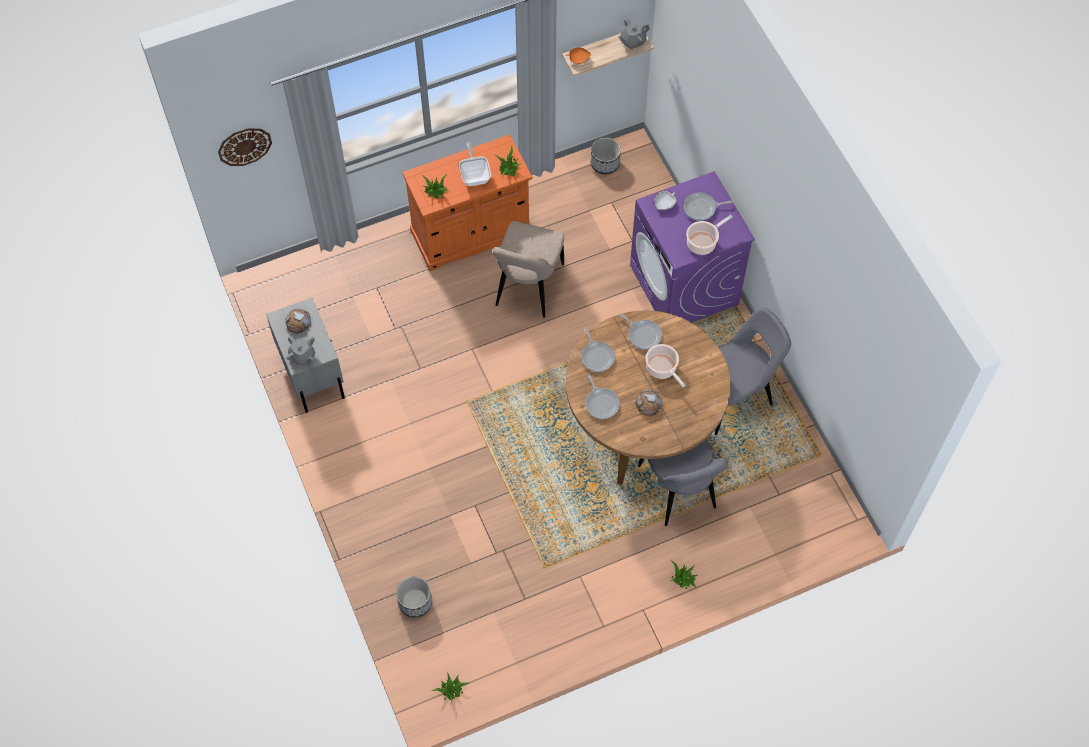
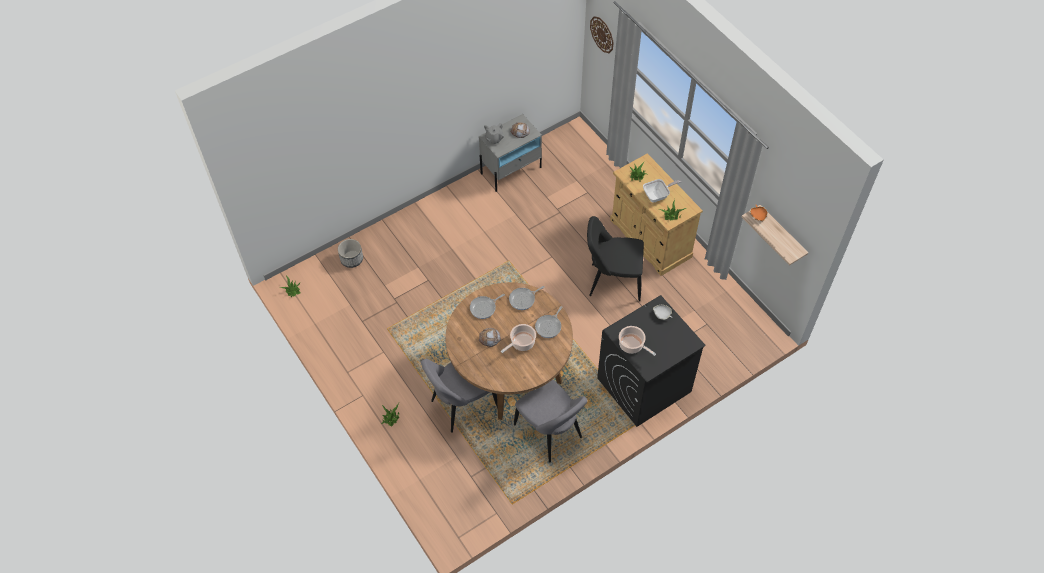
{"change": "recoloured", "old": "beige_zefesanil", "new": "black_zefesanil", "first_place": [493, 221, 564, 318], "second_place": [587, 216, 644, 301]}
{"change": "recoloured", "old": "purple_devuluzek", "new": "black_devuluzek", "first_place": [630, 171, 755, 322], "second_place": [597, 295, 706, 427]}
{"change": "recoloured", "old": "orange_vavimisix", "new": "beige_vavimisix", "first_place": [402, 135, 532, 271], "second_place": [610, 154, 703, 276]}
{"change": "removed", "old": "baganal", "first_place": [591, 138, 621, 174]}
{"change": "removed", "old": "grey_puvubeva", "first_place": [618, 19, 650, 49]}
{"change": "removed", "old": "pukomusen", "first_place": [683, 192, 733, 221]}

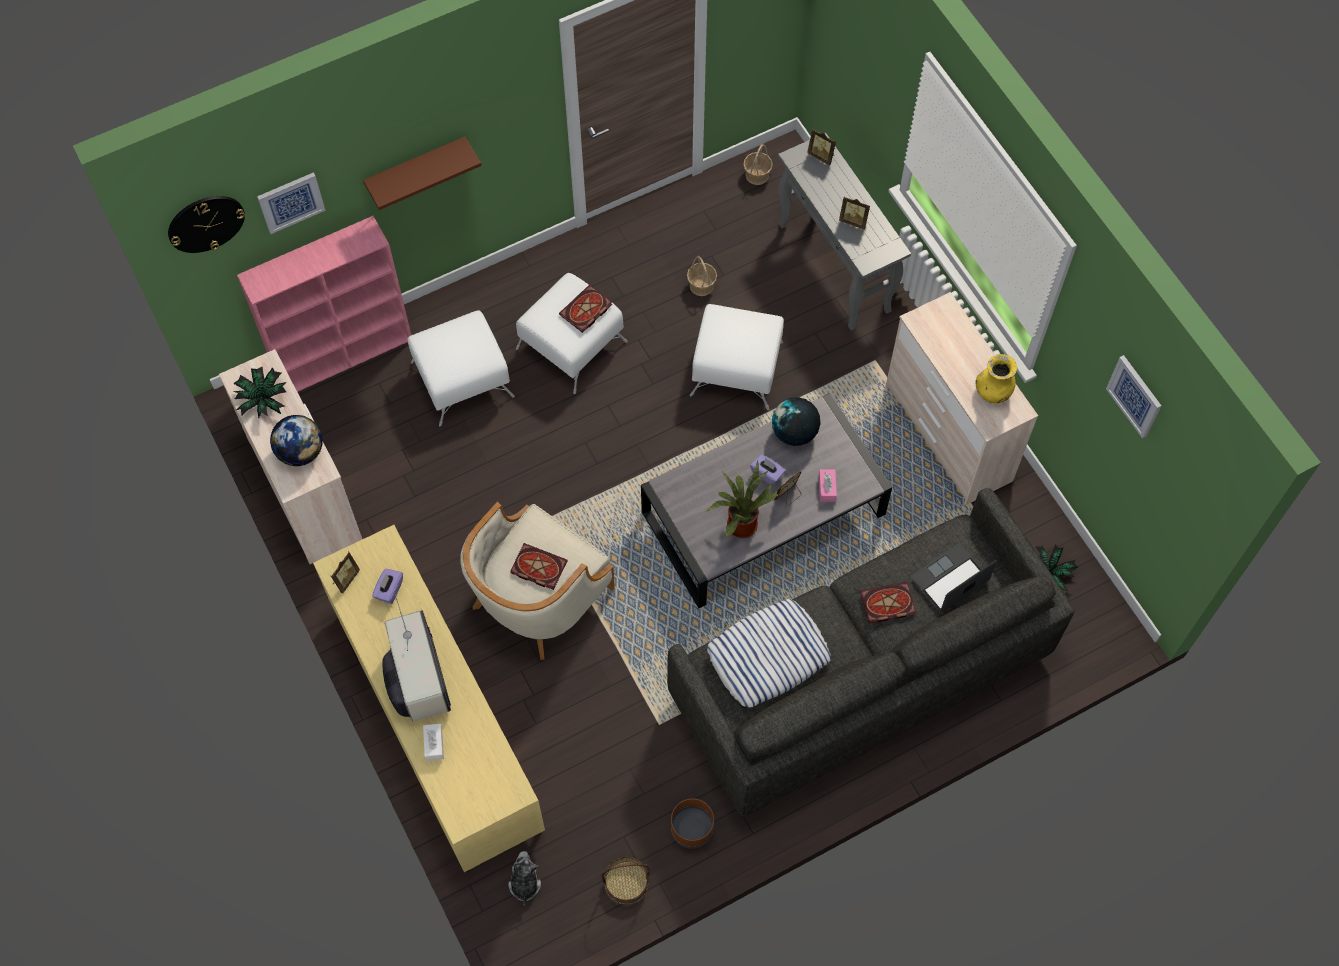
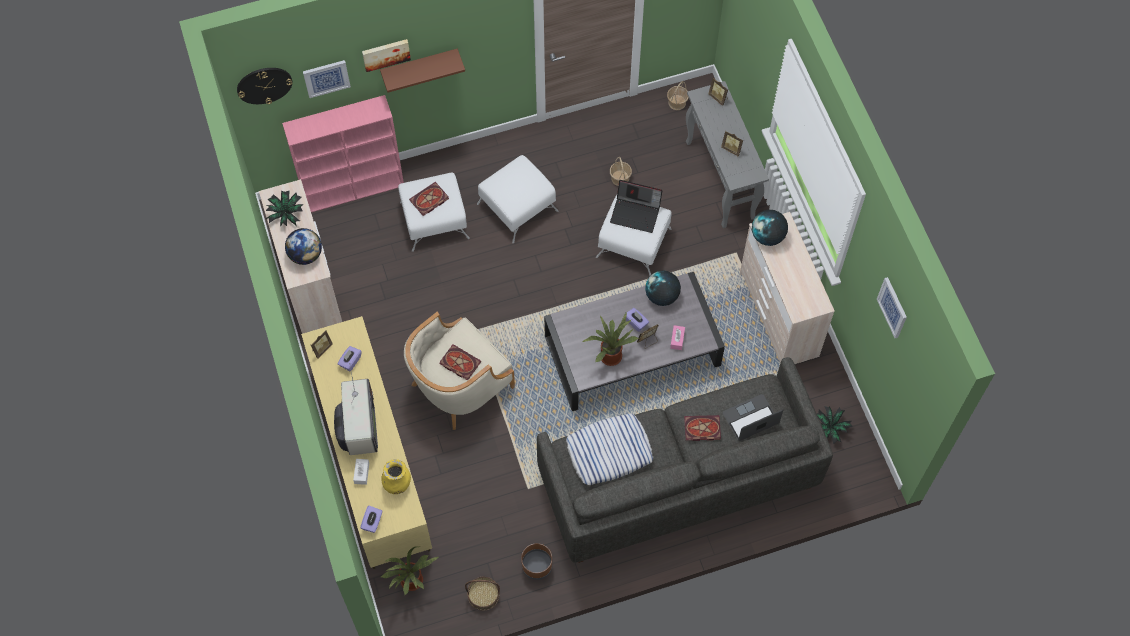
{"change": "added", "new": "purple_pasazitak", "second_place": [360, 506, 382, 533]}
{"change": "added", "new": "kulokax", "second_place": [362, 39, 411, 72]}
{"change": "moved", "old": "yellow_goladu", "first_place": [975, 354, 1017, 404], "second_place": [381, 459, 411, 494]}
{"change": "replaced", "old": "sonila", "new": "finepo", "first_place": [508, 851, 541, 906], "second_place": [381, 546, 439, 595]}
{"change": "moved", "old": "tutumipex", "first_place": [559, 285, 612, 333], "second_place": [409, 182, 449, 216]}
{"change": "added", "new": "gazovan", "second_place": [610, 180, 662, 233]}
{"change": "added", "new": "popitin", "second_place": [752, 210, 788, 246]}

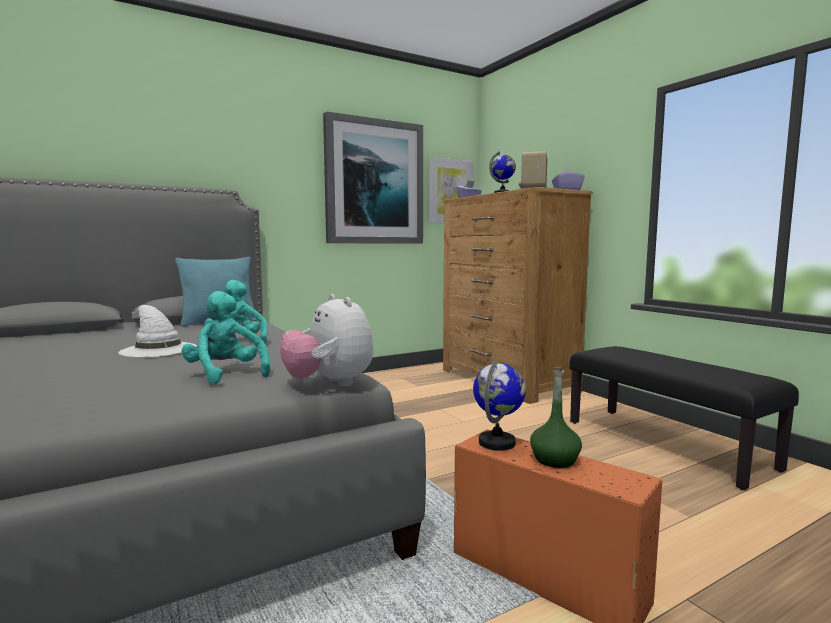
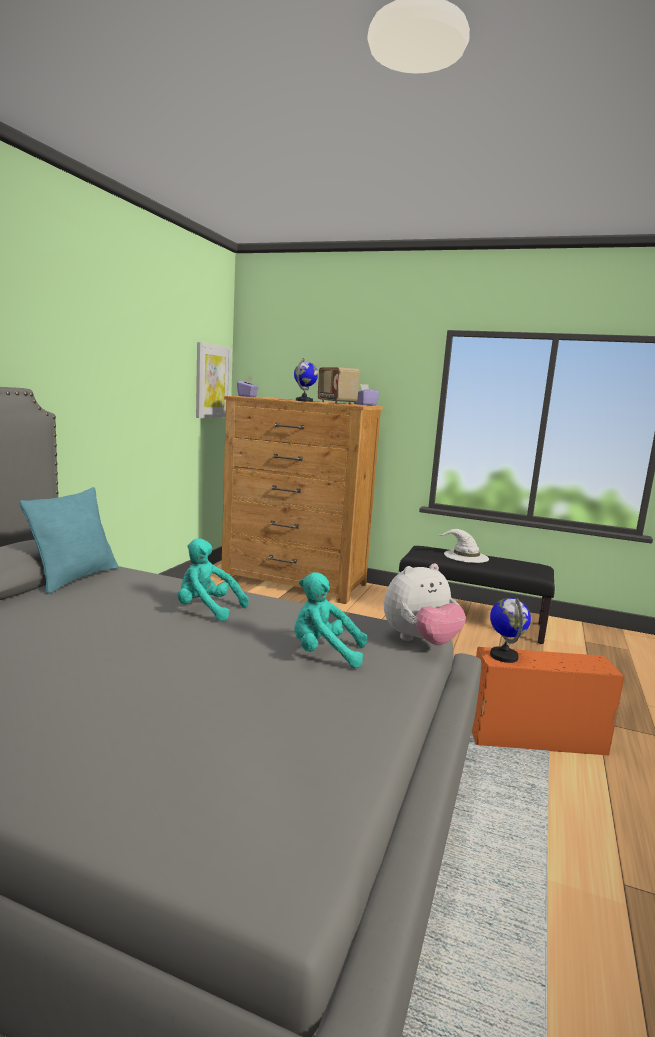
{"change": "turned", "old": "sonila", "first_place": [280, 294, 373, 386], "second_place": [384, 563, 466, 645], "degrees": -45}
{"change": "moved", "old": "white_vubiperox", "first_place": [118, 305, 197, 357], "second_place": [437, 529, 489, 563]}
{"change": "removed", "old": "kulokax", "first_place": [323, 111, 423, 243]}
{"change": "removed", "old": "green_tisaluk", "first_place": [530, 367, 582, 468]}

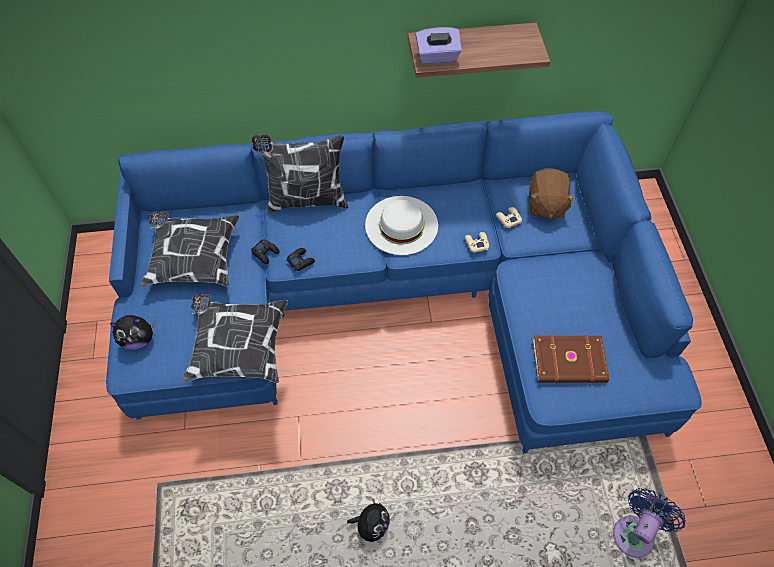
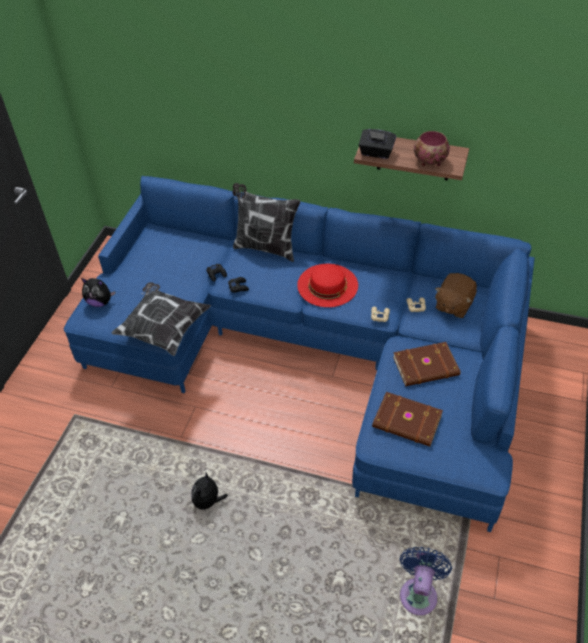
{"change": "turned", "old": "sonila", "first_place": [347, 499, 390, 542], "second_place": [191, 473, 228, 510], "degrees": 150}
{"change": "recoloured", "old": "white_vubiperox", "new": "red_vubiperox", "first_place": [365, 196, 438, 255], "second_place": [297, 264, 358, 307]}
{"change": "recoloured", "old": "purple_pasazitak", "new": "black_pasazitak", "first_place": [416, 27, 462, 65], "second_place": [359, 129, 396, 159]}
{"change": "added", "new": "brown_tutumipex", "second_place": [393, 342, 461, 386]}
{"change": "turned", "old": "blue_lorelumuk", "first_place": [613, 488, 686, 558], "second_place": [400, 547, 452, 615], "degrees": -45}
{"change": "added", "new": "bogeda", "second_place": [414, 131, 450, 166]}
{"change": "removed", "old": "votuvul", "first_place": [140, 211, 240, 287]}

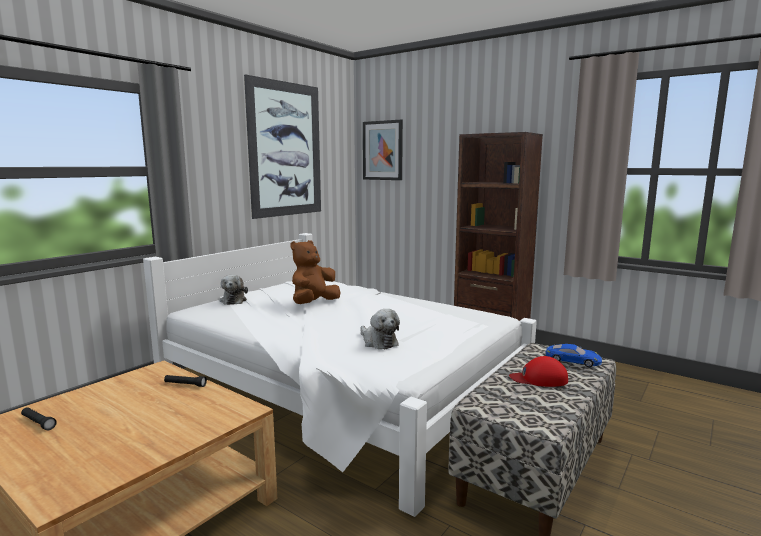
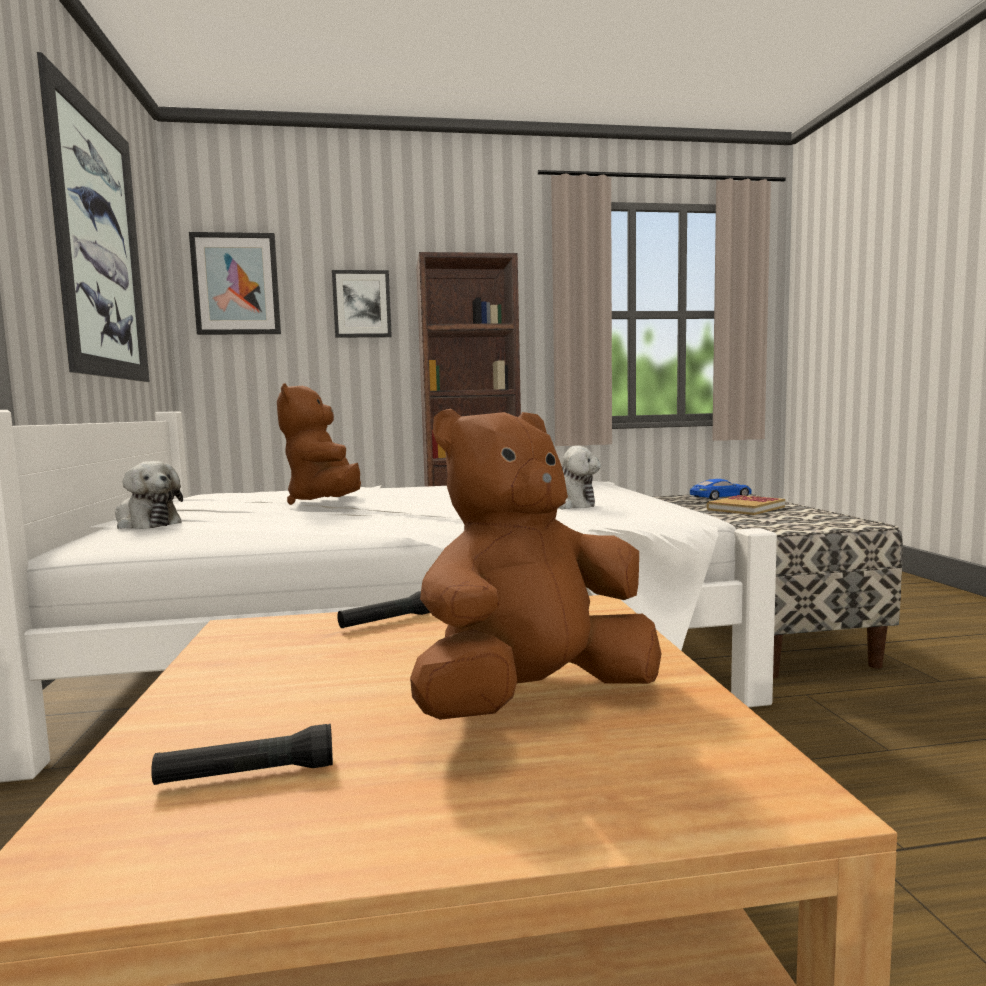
{"change": "added", "new": "kulokax", "second_place": [332, 270, 392, 338]}
{"change": "added", "new": "brown_sonila", "second_place": [410, 409, 662, 720]}
{"change": "replaced", "old": "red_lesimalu", "new": "tutumipex", "first_place": [509, 356, 568, 387], "second_place": [707, 495, 785, 515]}

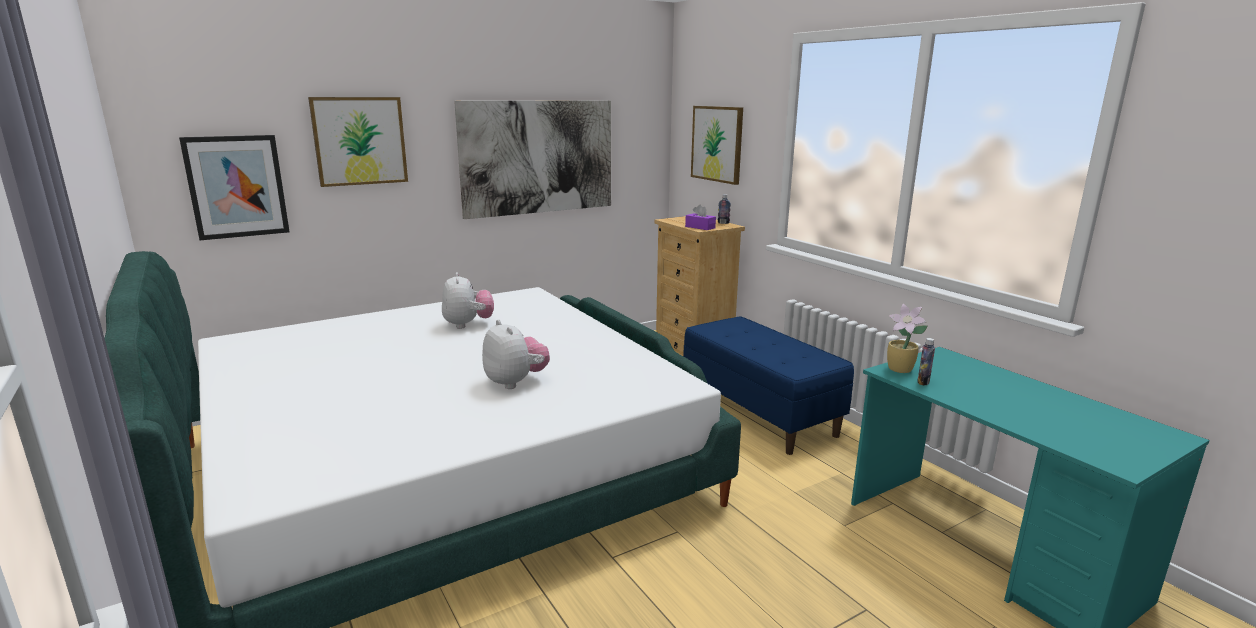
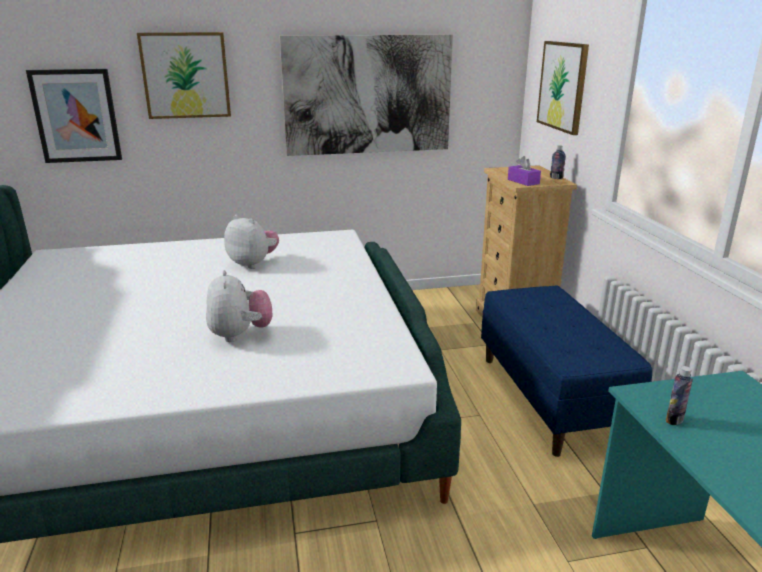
{"change": "turned", "old": "sonila", "first_place": [442, 272, 494, 329], "second_place": [224, 215, 279, 269], "degrees": -60}
{"change": "removed", "old": "finepo", "first_place": [887, 304, 928, 373]}

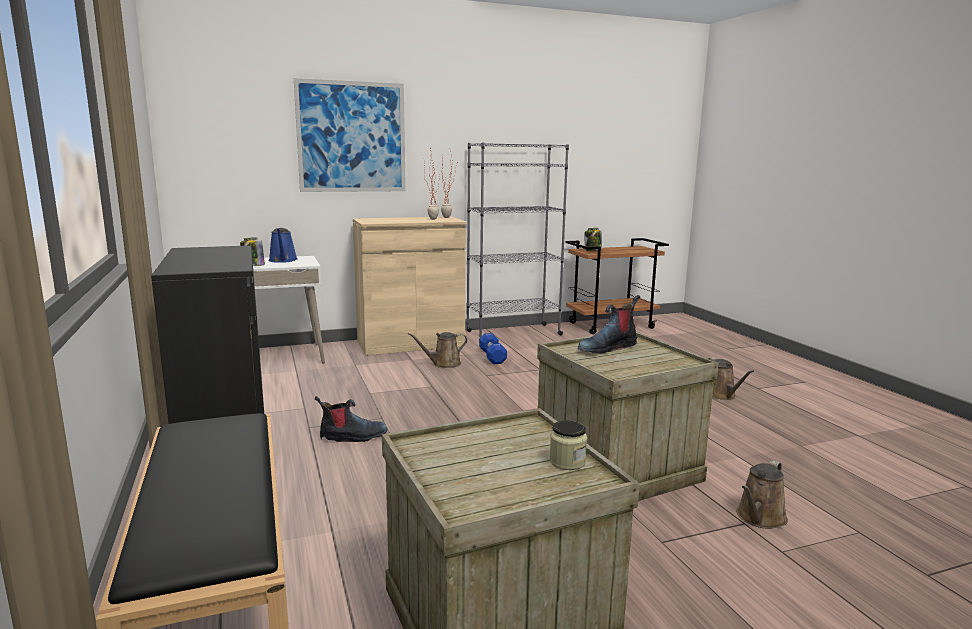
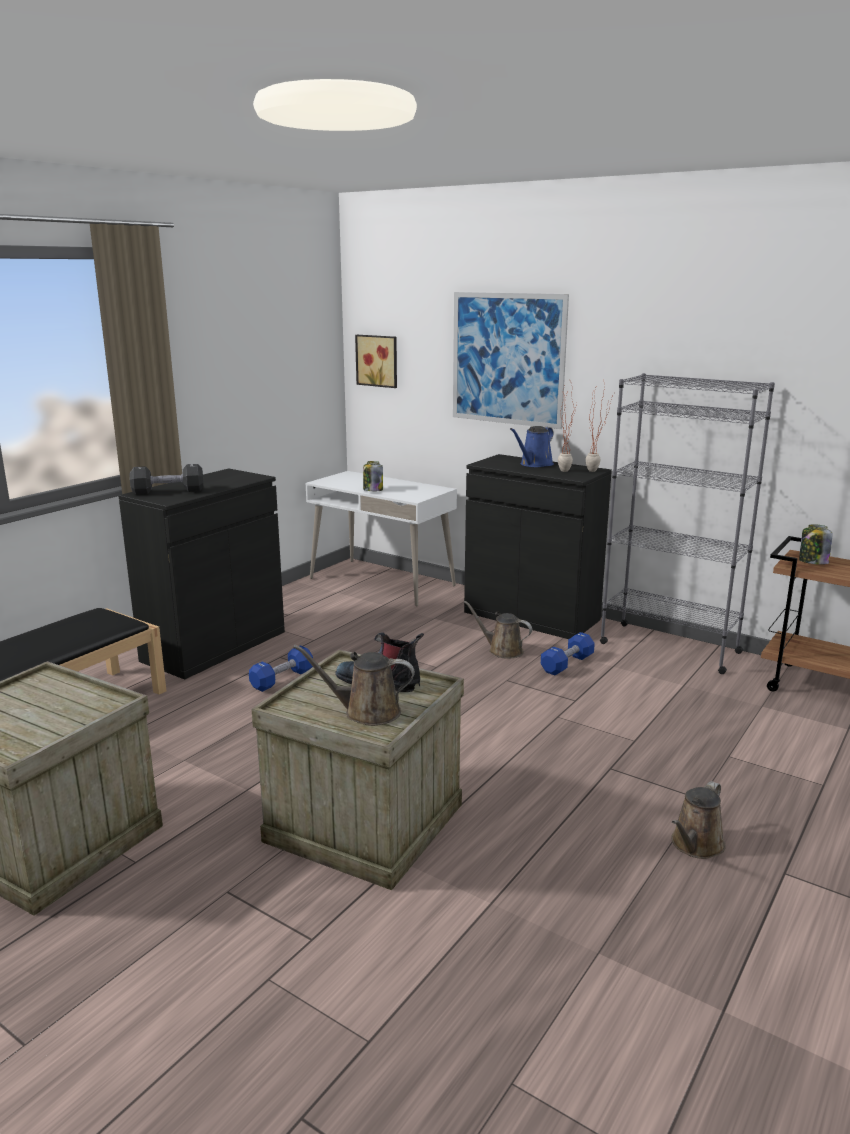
{"change": "added", "new": "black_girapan", "second_place": [130, 464, 204, 495]}
{"change": "replaced", "old": "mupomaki", "new": "blue_girapan", "first_place": [315, 396, 388, 442], "second_place": [249, 645, 313, 692]}
{"change": "moved", "old": "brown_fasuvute", "first_place": [736, 460, 788, 529], "second_place": [293, 645, 415, 726]}
{"change": "added", "new": "kulokax", "second_place": [355, 335, 397, 388]}
{"change": "recoloured", "old": "beige_vavimisix", "new": "black_vavimisix", "first_place": [353, 216, 466, 356], "second_place": [464, 454, 612, 639]}
{"change": "moved", "old": "blue_fasuvute", "first_place": [269, 228, 298, 263], "second_place": [510, 426, 554, 467]}
{"change": "removed", "old": "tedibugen", "first_place": [550, 420, 587, 470]}

